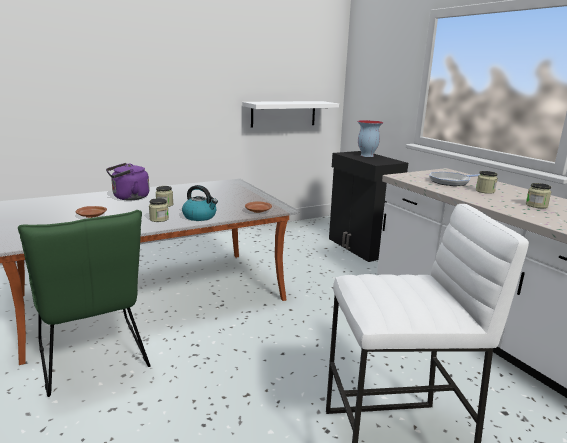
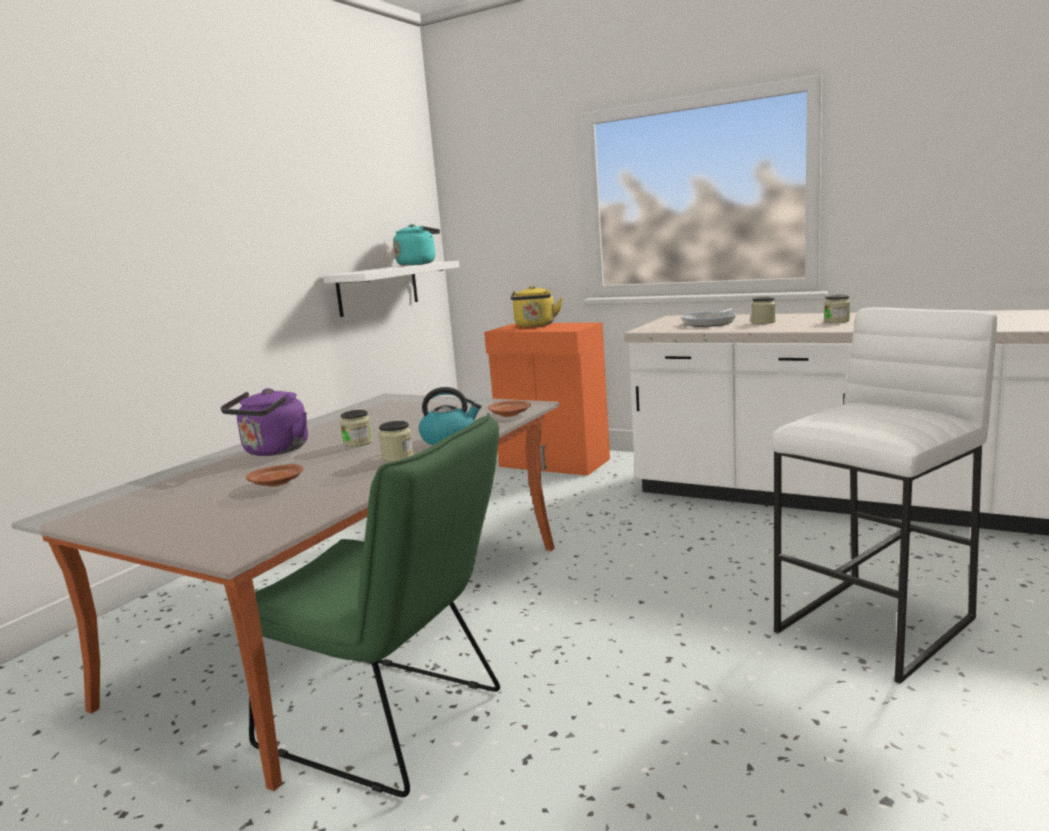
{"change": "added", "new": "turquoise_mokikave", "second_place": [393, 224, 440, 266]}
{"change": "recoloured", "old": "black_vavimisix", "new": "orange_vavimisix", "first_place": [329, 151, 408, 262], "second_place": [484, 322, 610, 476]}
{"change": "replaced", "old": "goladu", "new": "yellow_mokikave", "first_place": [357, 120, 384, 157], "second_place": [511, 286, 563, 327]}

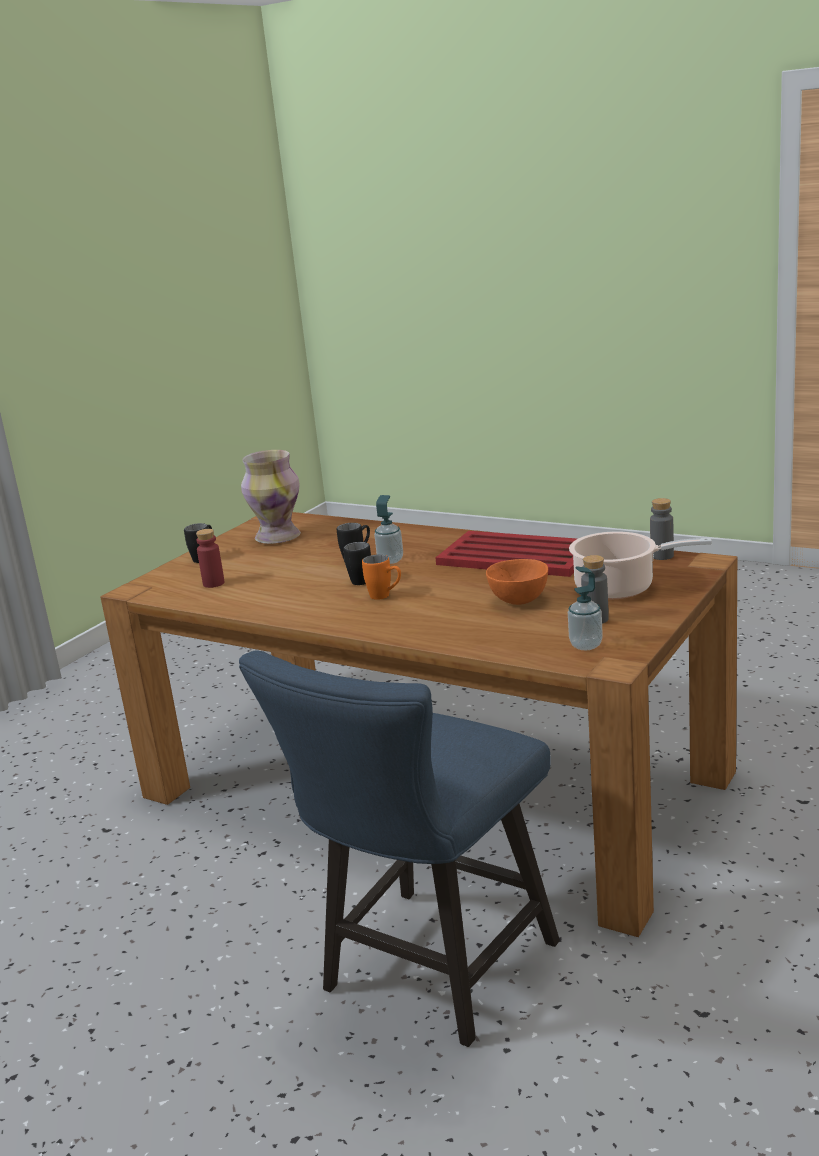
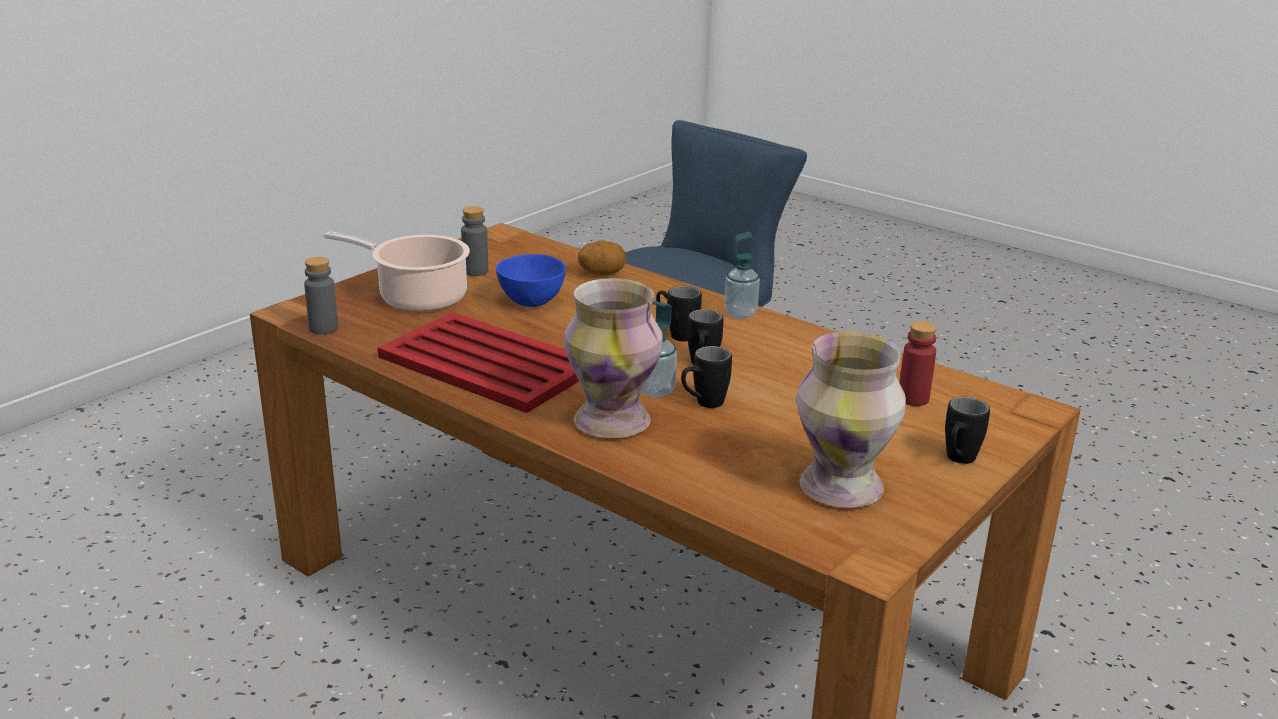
{"change": "recoloured", "old": "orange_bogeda", "new": "blue_bogeda", "first_place": [486, 559, 548, 605], "second_place": [496, 254, 566, 307]}
{"change": "added", "new": "goladu", "second_place": [564, 278, 663, 438]}
{"change": "added", "new": "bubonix", "second_place": [578, 240, 626, 275]}
{"change": "recoloured", "old": "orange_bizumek", "new": "black_bizumek", "first_place": [362, 555, 401, 600], "second_place": [656, 286, 702, 341]}
{"change": "moved", "old": "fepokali", "first_place": [568, 566, 603, 650], "second_place": [724, 232, 760, 319]}

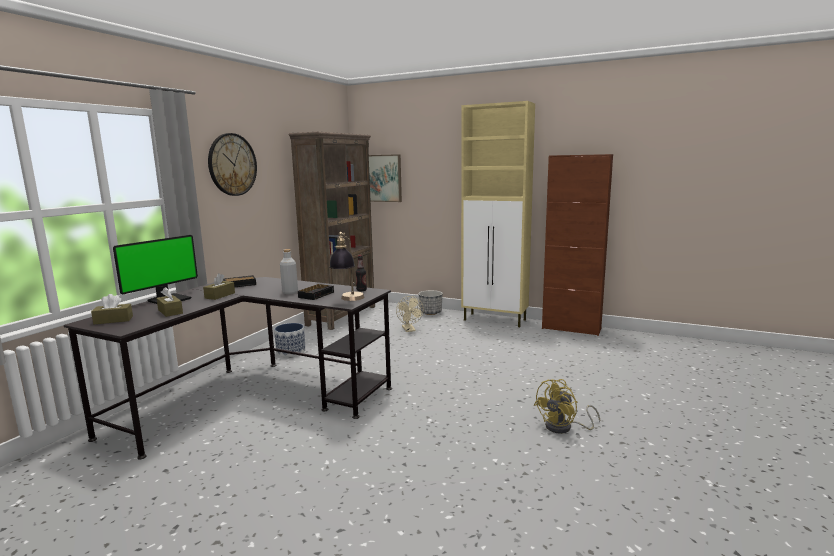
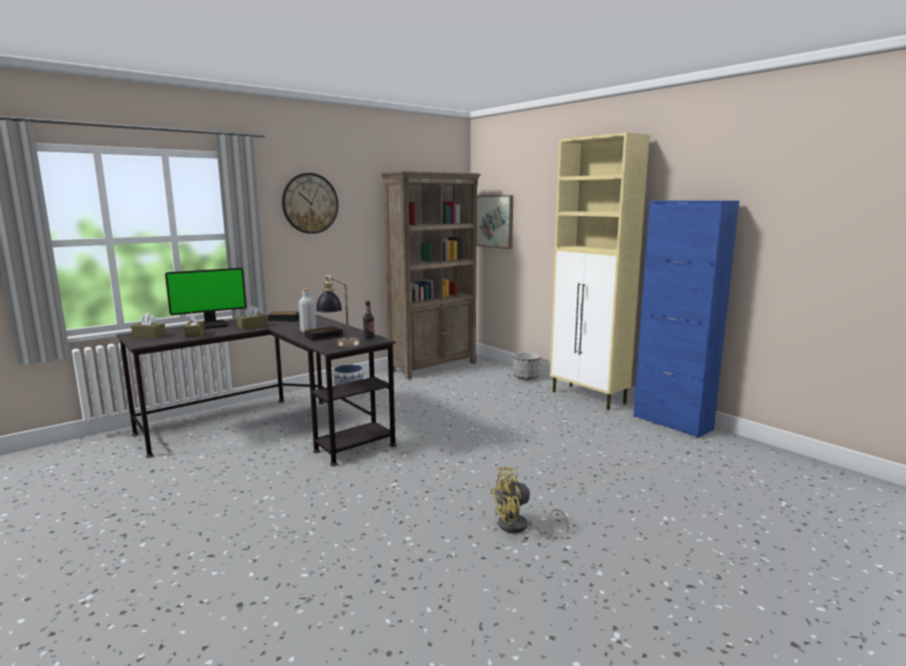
{"change": "recoloured", "old": "brown_vavimisix", "new": "blue_vavimisix", "first_place": [542, 154, 613, 336], "second_place": [633, 200, 739, 438]}
{"change": "removed", "old": "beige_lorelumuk", "first_place": [396, 296, 423, 332]}

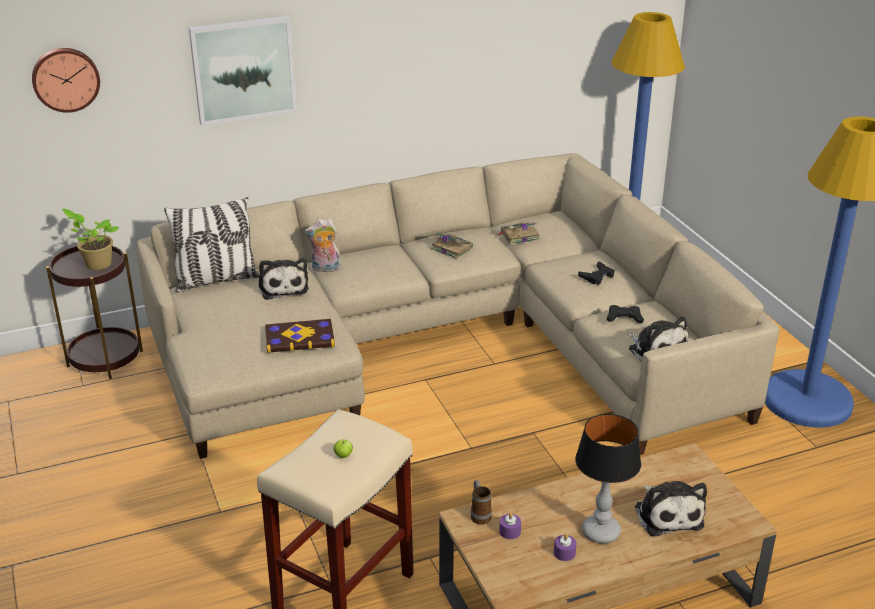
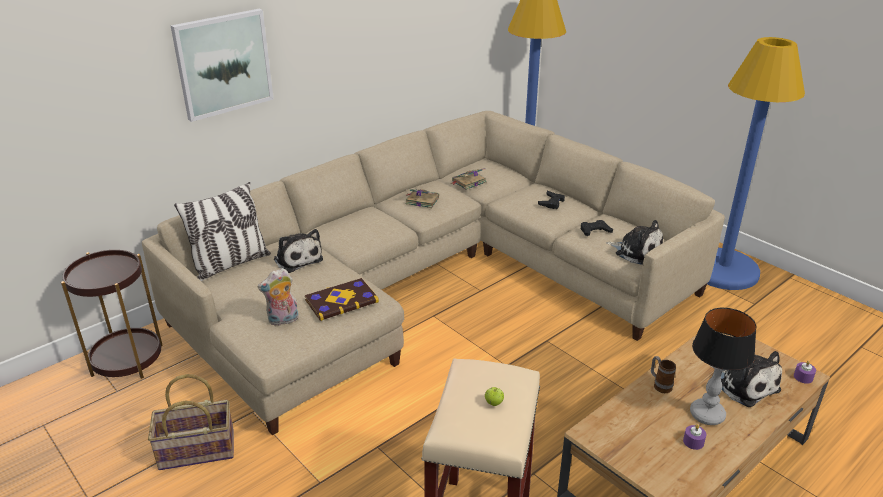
{"change": "added", "new": "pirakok", "second_place": [148, 374, 234, 470]}
{"change": "moved", "old": "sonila", "first_place": [304, 218, 341, 272], "second_place": [257, 268, 299, 326]}
{"change": "moved", "old": "bizumek", "first_place": [471, 480, 492, 525], "second_place": [651, 356, 676, 393]}
{"change": "moved", "old": "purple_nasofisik", "first_place": [499, 512, 521, 539], "second_place": [794, 360, 816, 384]}
{"change": "removed", "old": "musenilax", "first_place": [32, 48, 100, 113]}
{"change": "removed", "old": "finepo", "first_place": [62, 209, 120, 270]}

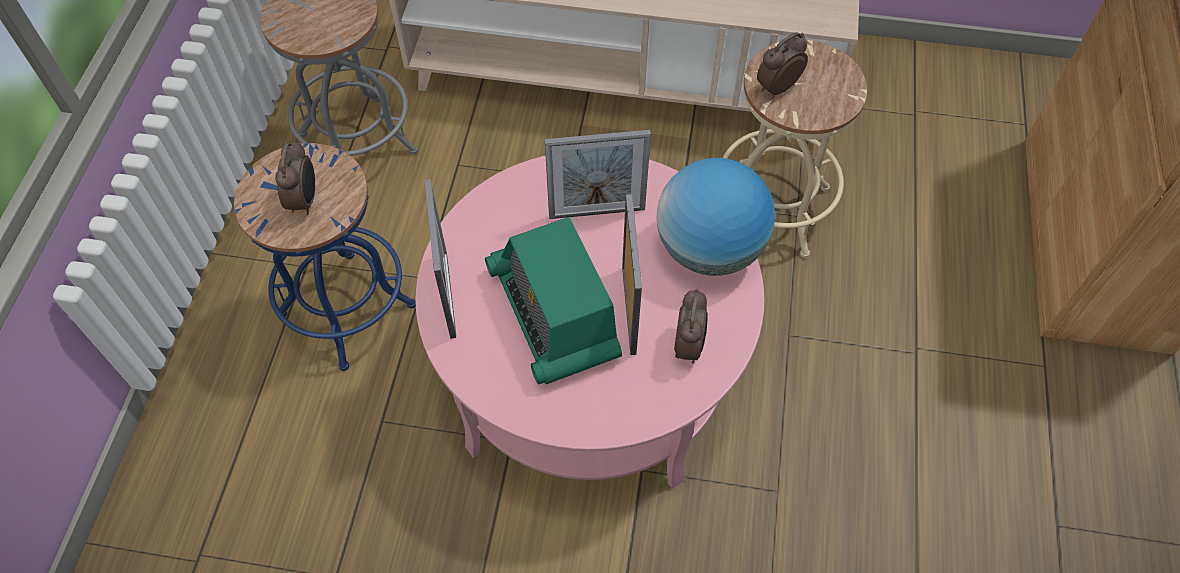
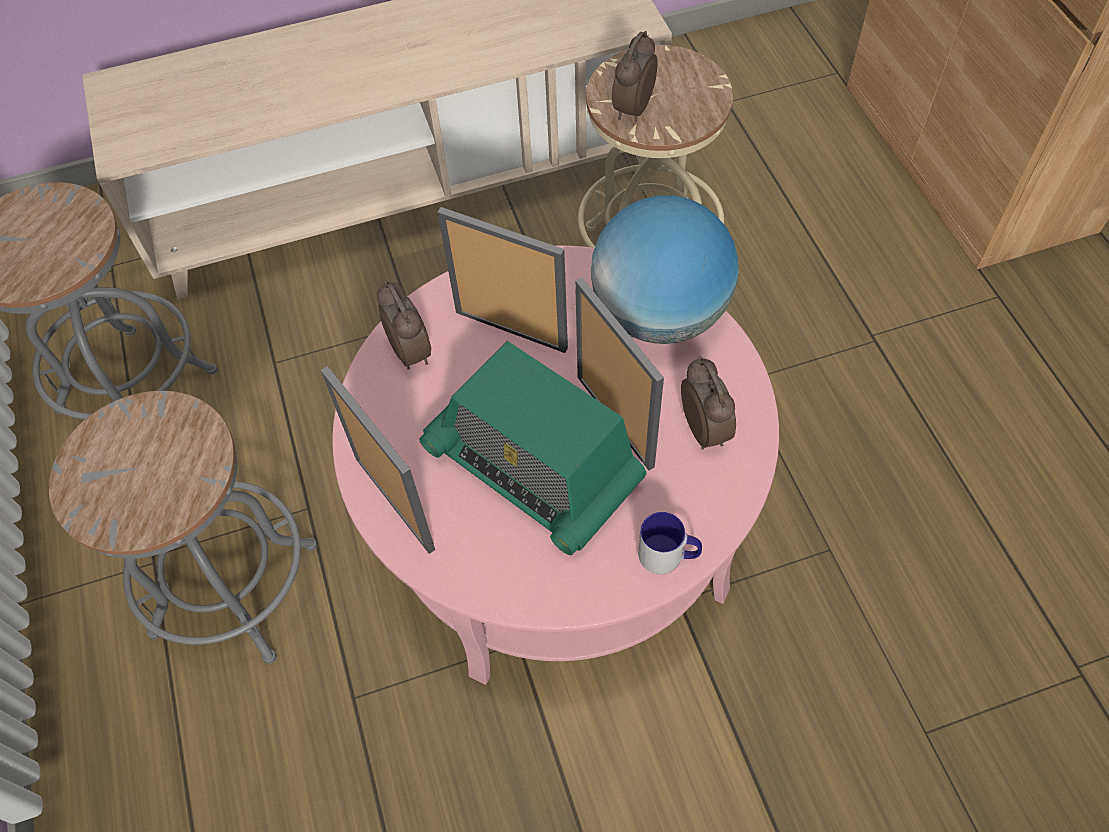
{"change": "recoloured", "old": "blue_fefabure", "new": "grey_fefabure", "first_place": [234, 143, 416, 371], "second_place": [49, 391, 317, 664]}
{"change": "moved", "old": "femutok", "first_place": [275, 139, 315, 215], "second_place": [377, 280, 431, 370]}
{"change": "turned", "old": "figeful", "first_place": [545, 130, 651, 219], "second_place": [437, 207, 568, 353], "degrees": -120}
{"change": "added", "new": "bizumek", "second_place": [638, 512, 702, 574]}

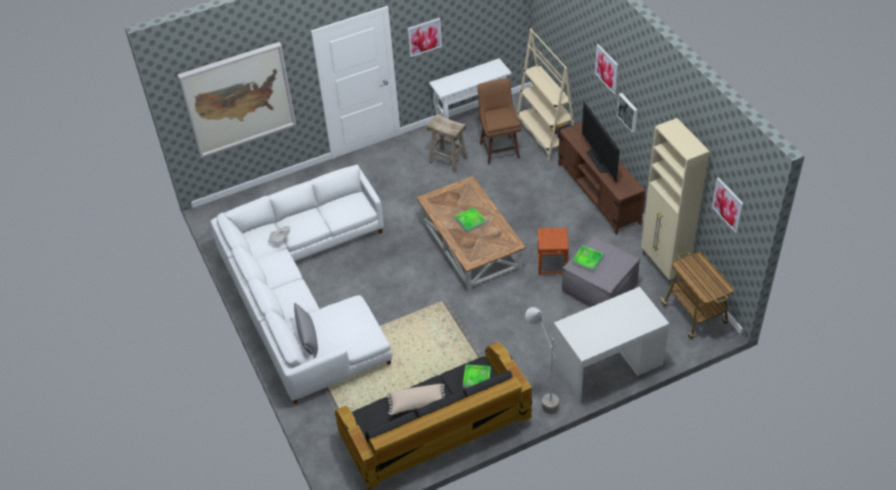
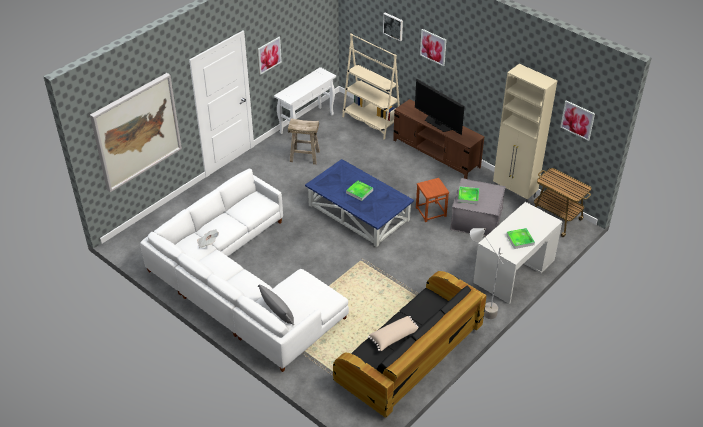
{"change": "recoloured", "old": "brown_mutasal", "new": "blue_mutasal", "first_place": [416, 176, 526, 290], "second_place": [305, 159, 414, 247]}
{"change": "moved", "old": "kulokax", "first_place": [617, 93, 637, 133], "second_place": [383, 13, 403, 41]}
{"change": "moved", "old": "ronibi", "first_place": [463, 364, 491, 388], "second_place": [506, 228, 535, 249]}
{"change": "removed", "old": "brown_fefabure", "first_place": [478, 78, 522, 165]}

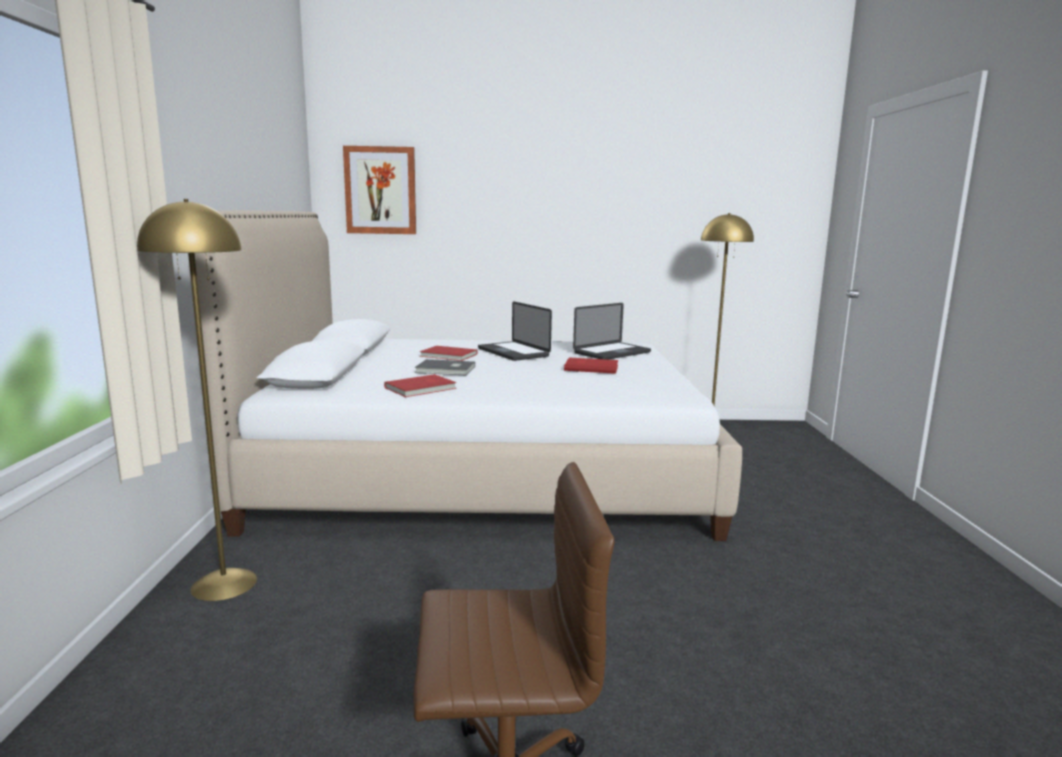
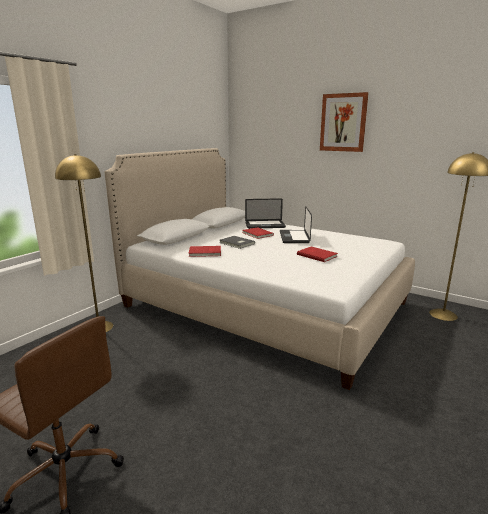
{"change": "moved", "old": "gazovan", "first_place": [573, 303, 651, 360], "second_place": [245, 198, 286, 229]}
{"change": "moved", "old": "kulokax", "first_place": [343, 146, 416, 234], "second_place": [320, 92, 369, 152]}

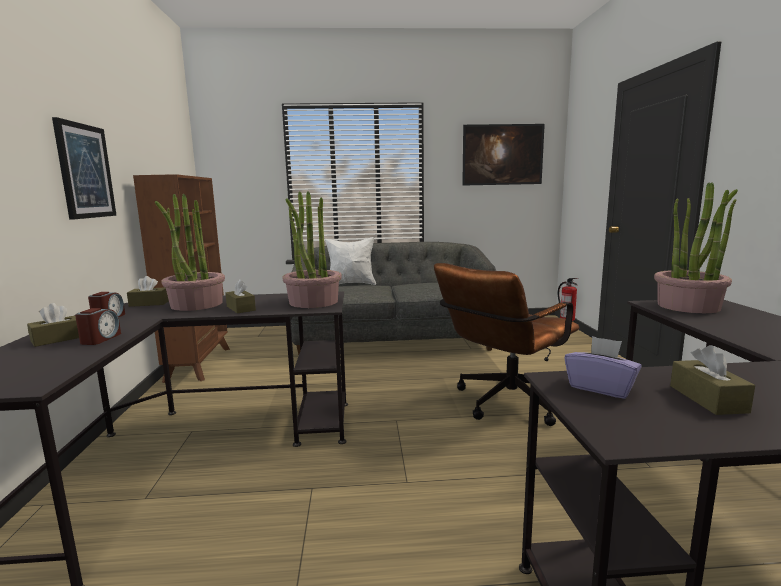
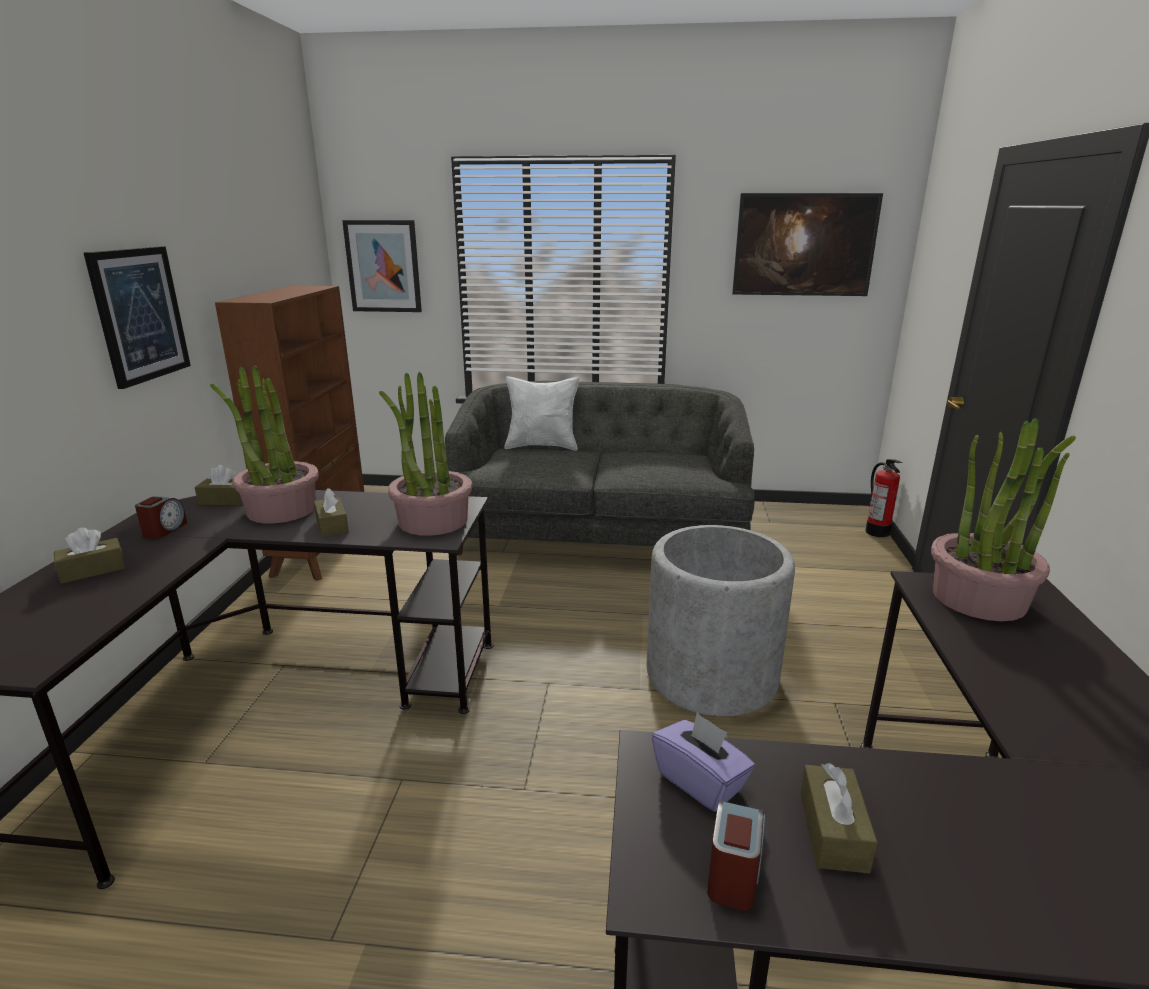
{"change": "added", "new": "kulokax", "second_place": [342, 220, 422, 312]}
{"change": "replaced", "old": "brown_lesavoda", "new": "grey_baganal", "first_place": [434, 263, 580, 426], "second_place": [647, 525, 795, 717]}
{"change": "moved", "old": "femutok", "first_place": [75, 308, 121, 345], "second_place": [707, 801, 765, 911]}

